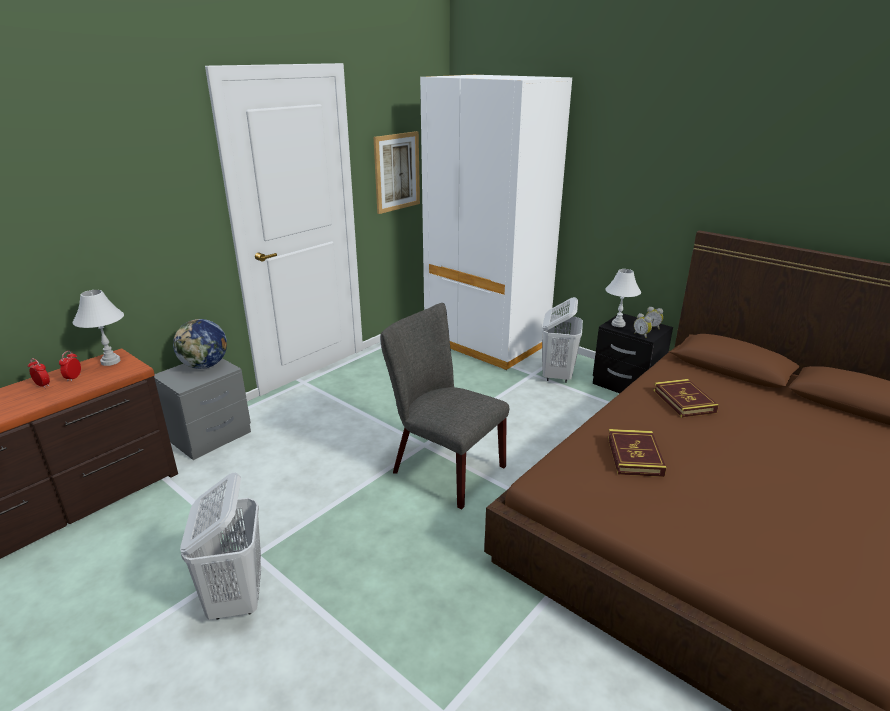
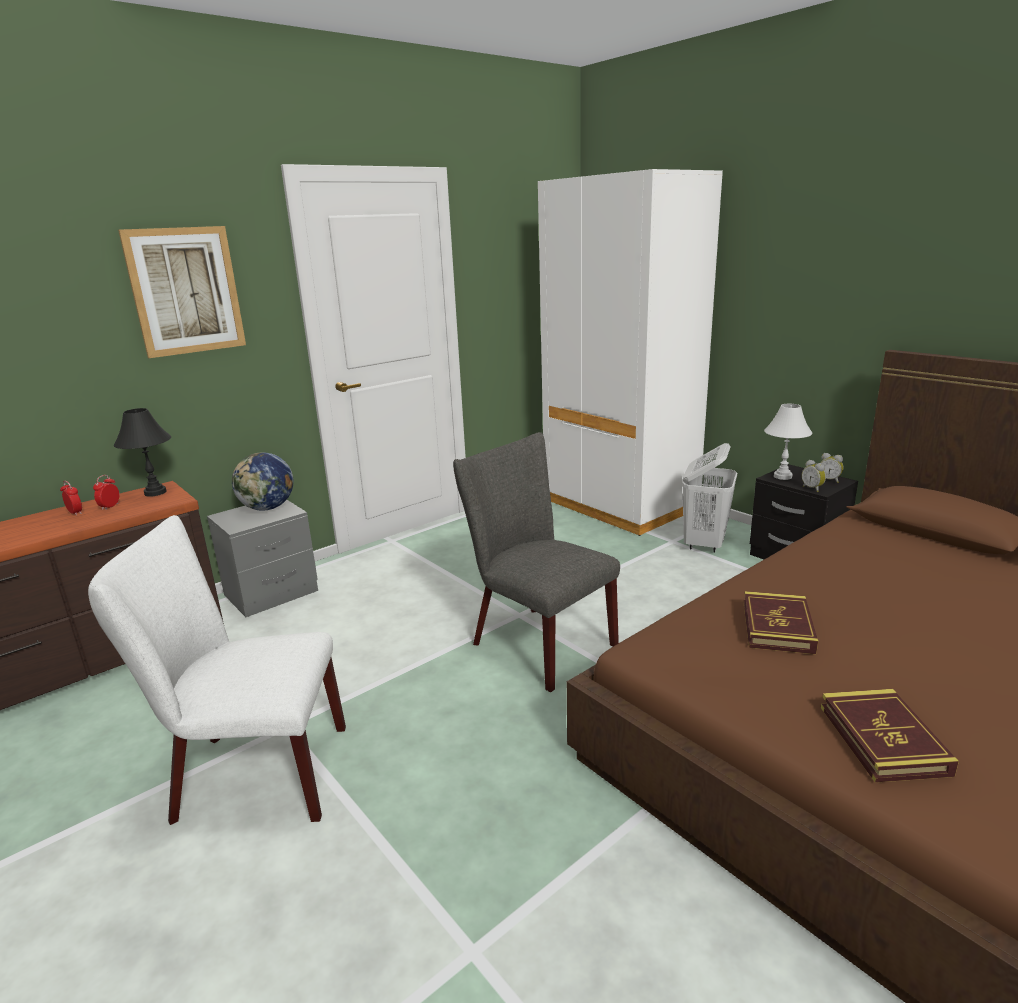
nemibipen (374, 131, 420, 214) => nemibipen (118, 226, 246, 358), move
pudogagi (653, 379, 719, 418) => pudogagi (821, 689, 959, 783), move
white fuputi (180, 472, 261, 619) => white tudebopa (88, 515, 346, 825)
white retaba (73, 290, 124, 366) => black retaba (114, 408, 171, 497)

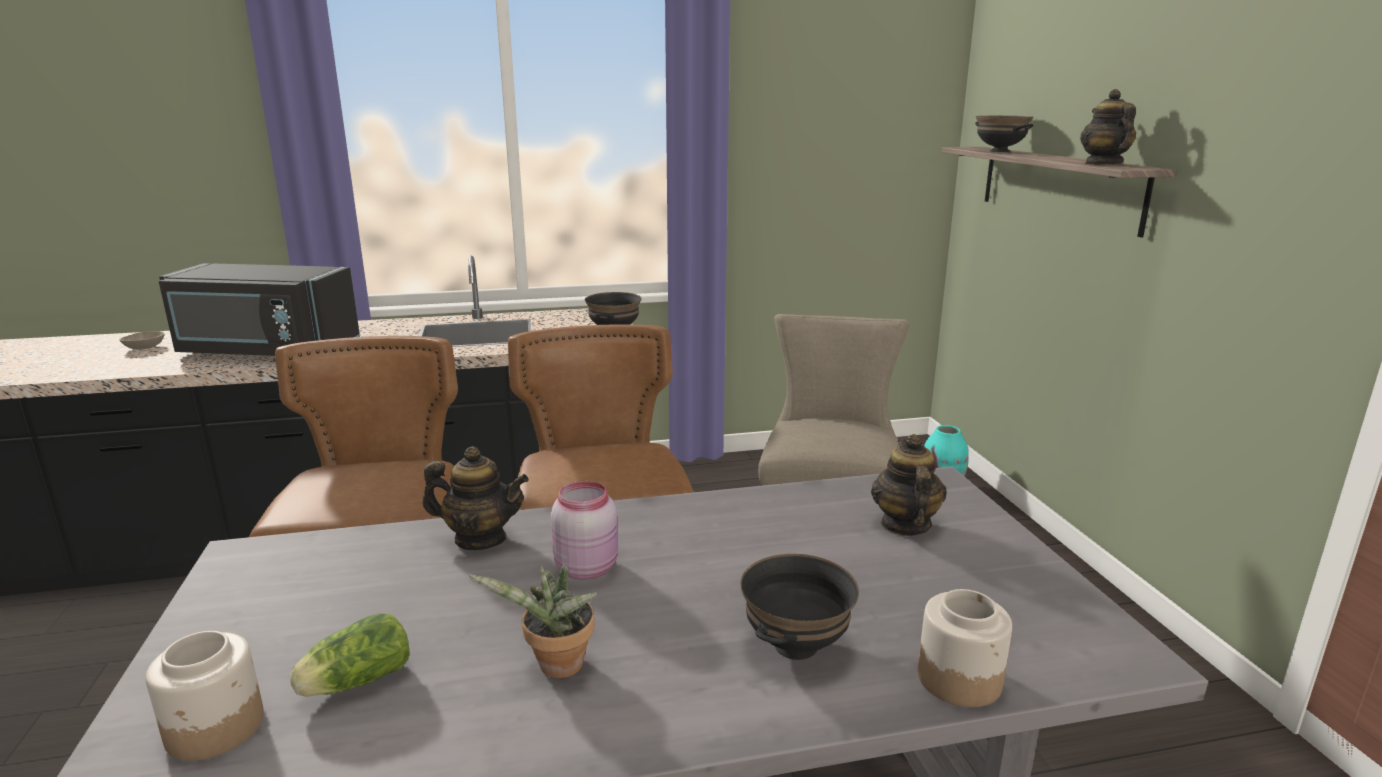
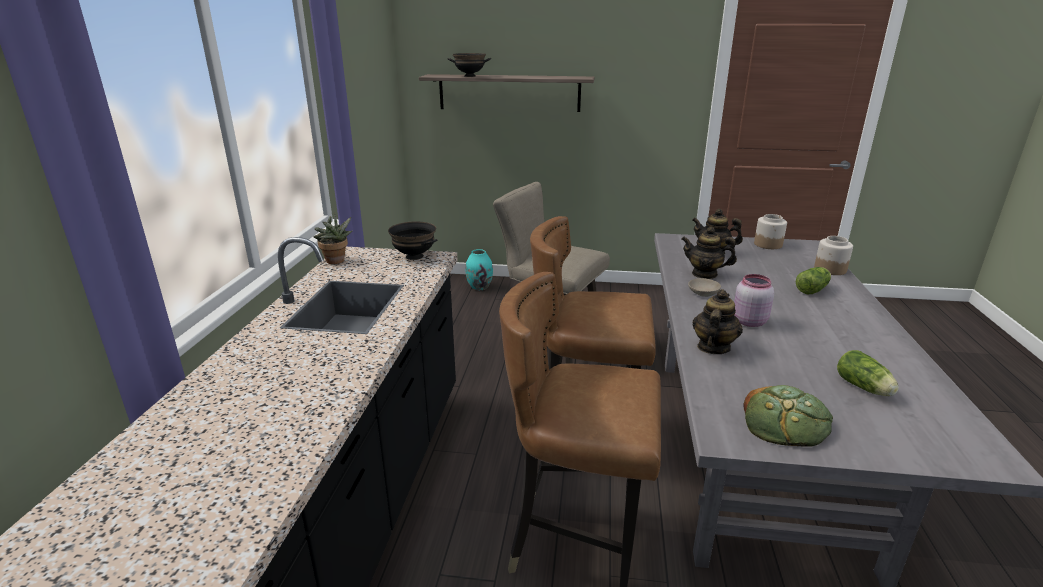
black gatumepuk (159, 263, 360, 356) => nothing
nothing => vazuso (743, 385, 833, 447)
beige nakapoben (119, 331, 164, 349) => beige nakapoben (688, 278, 721, 297), move
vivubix (145, 631, 264, 761) => vivubix (754, 214, 787, 249), move
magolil (469, 564, 598, 678) => magolil (314, 213, 352, 264), move
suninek (1080, 89, 1136, 165) => suninek (681, 227, 737, 279), move
black nakapoben (741, 554, 859, 660) => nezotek (796, 267, 831, 294)

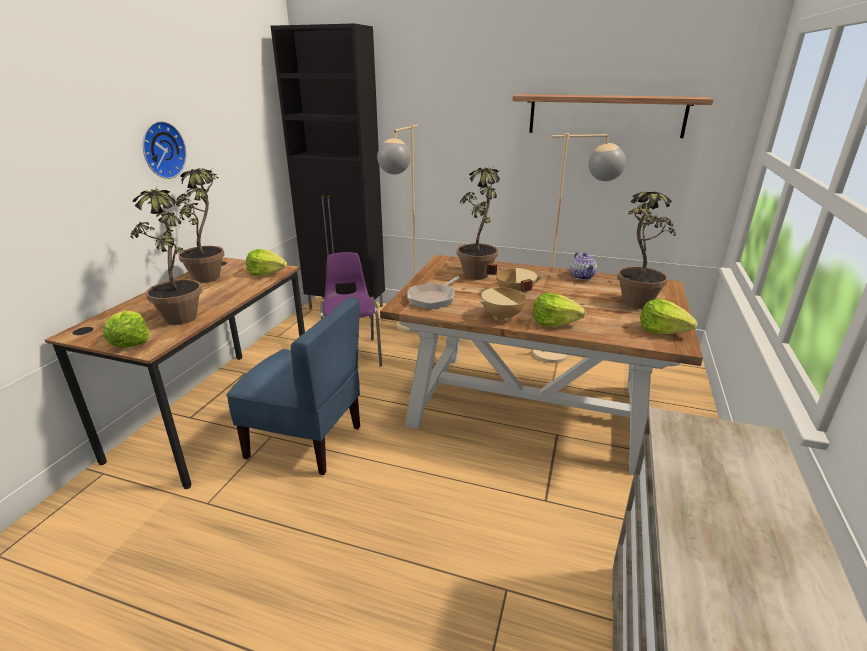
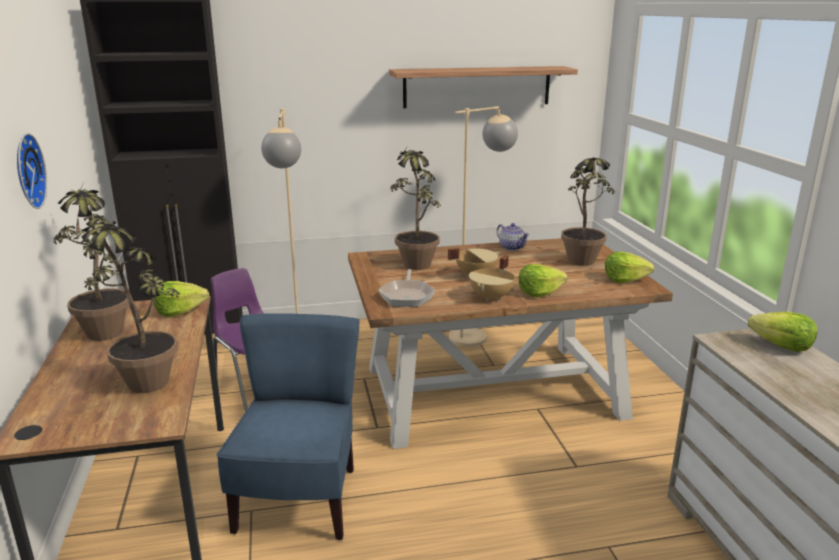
nezotek (103, 311, 149, 348) => nezotek (748, 312, 817, 352), move
blue tudebopa (226, 297, 360, 475) => blue tudebopa (217, 313, 359, 540), 75 degrees counterclockwise

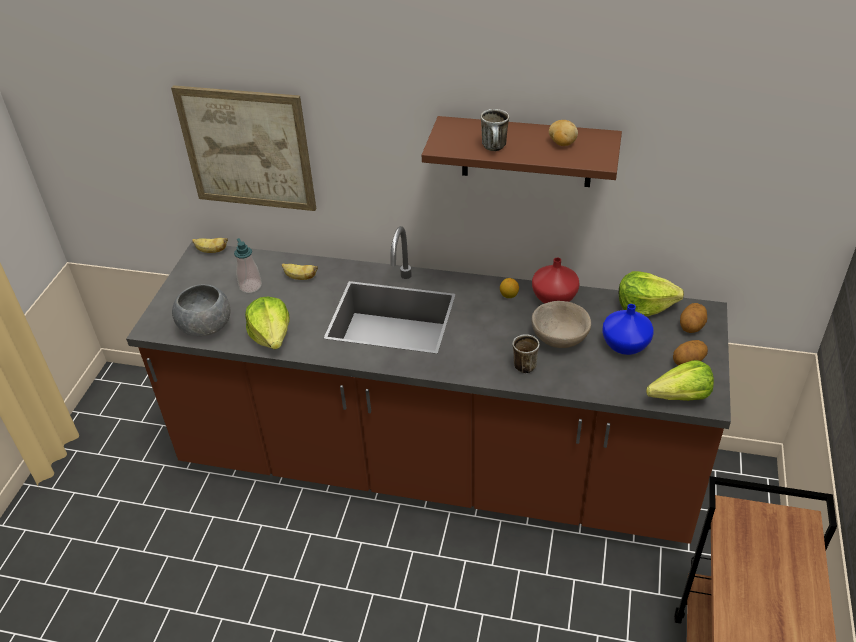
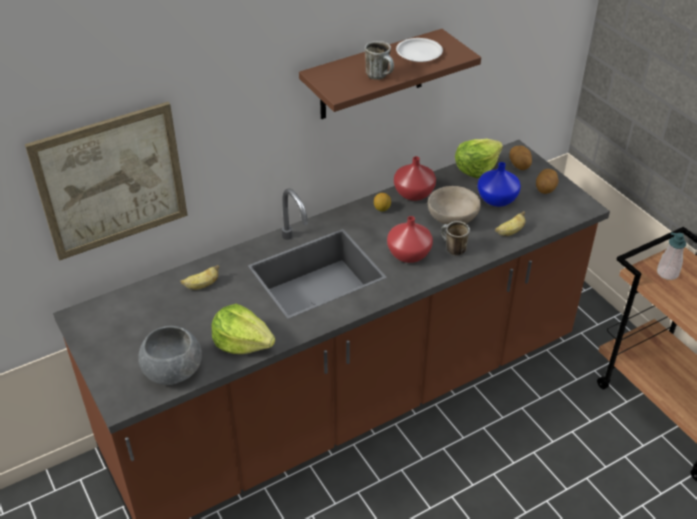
nezotek (646, 360, 714, 401) => nothing
nothing => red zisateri (387, 216, 433, 263)
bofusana (192, 238, 228, 253) => bofusana (495, 211, 526, 236), move
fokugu (234, 238, 262, 293) => fokugu (657, 232, 686, 280), move
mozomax (549, 120, 578, 146) => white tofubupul (396, 38, 443, 62)

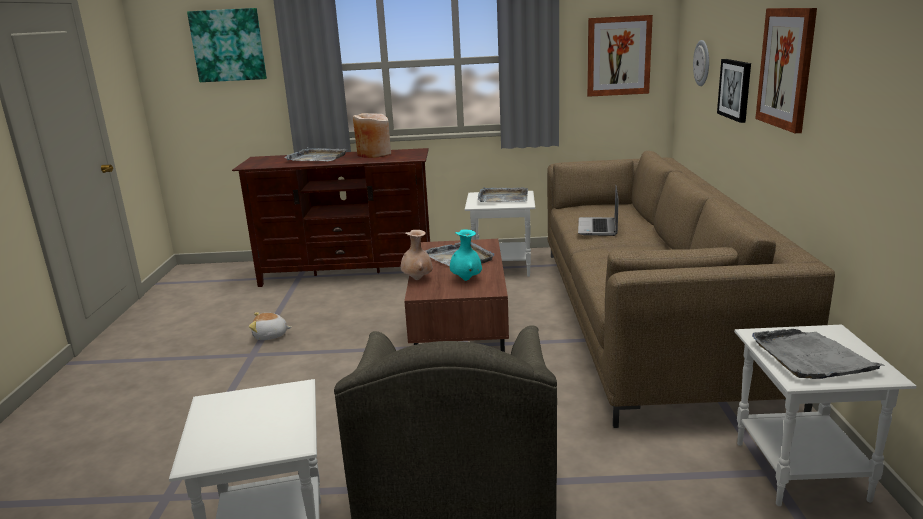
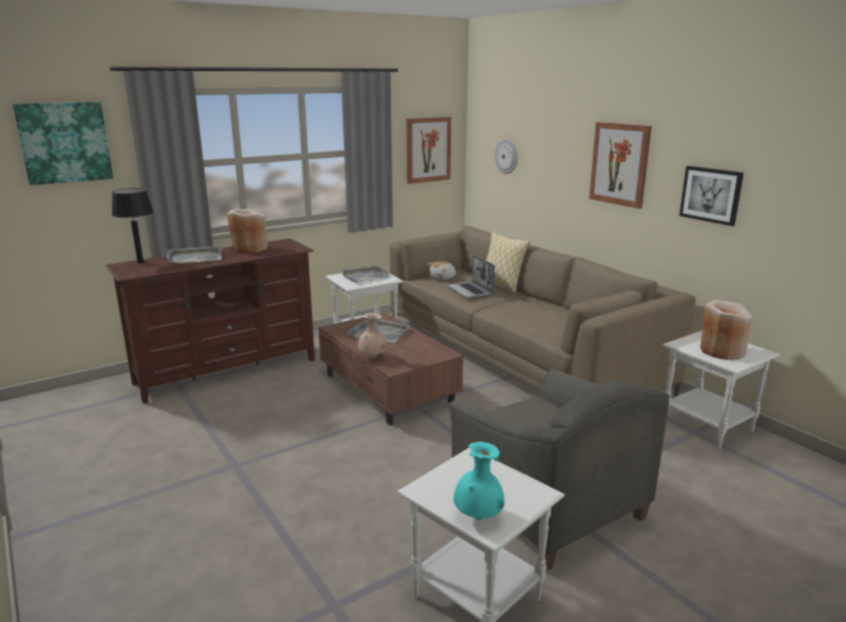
nothing => black retaba (112, 188, 153, 263)
nothing => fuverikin (486, 232, 530, 293)
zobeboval (249, 312, 292, 340) => zobeboval (427, 261, 456, 280), move
turquoise zisateri (450, 229, 482, 281) => turquoise zisateri (454, 442, 505, 520), move
nemibipen (717, 59, 751, 123) => nemibipen (679, 166, 744, 226), move
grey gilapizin (752, 329, 886, 379) => beige zisateri (700, 300, 752, 360)

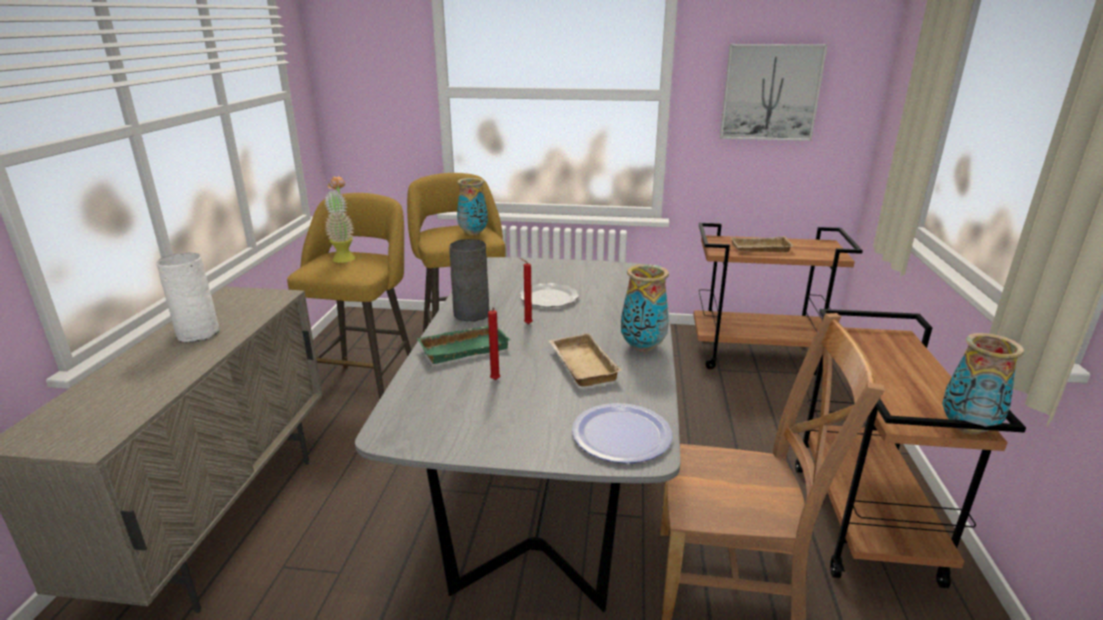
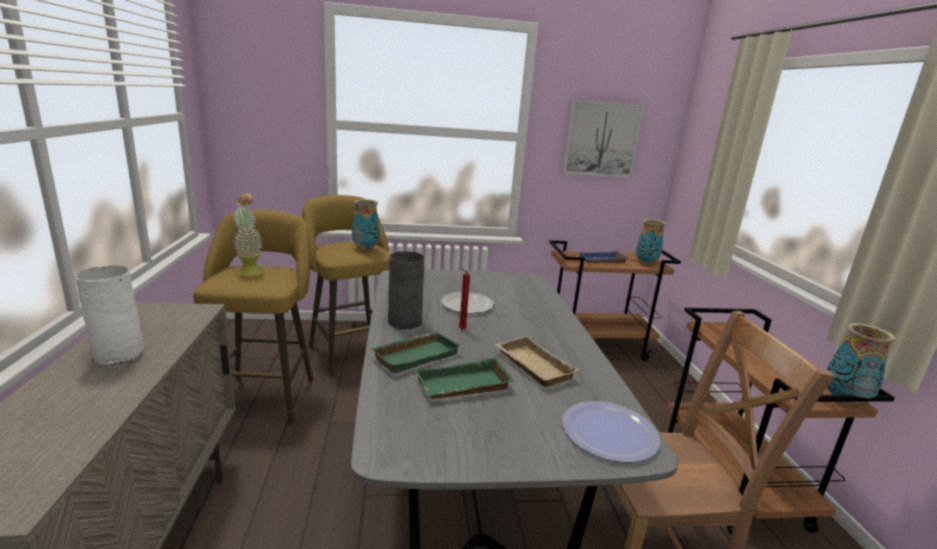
zisateri (621, 264, 669, 352) => zisateri (635, 219, 666, 265), move
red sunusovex (488, 307, 500, 380) => green gilapizin (416, 357, 514, 399)
beige gilapizin (731, 236, 793, 252) => blue gilapizin (579, 251, 629, 263)

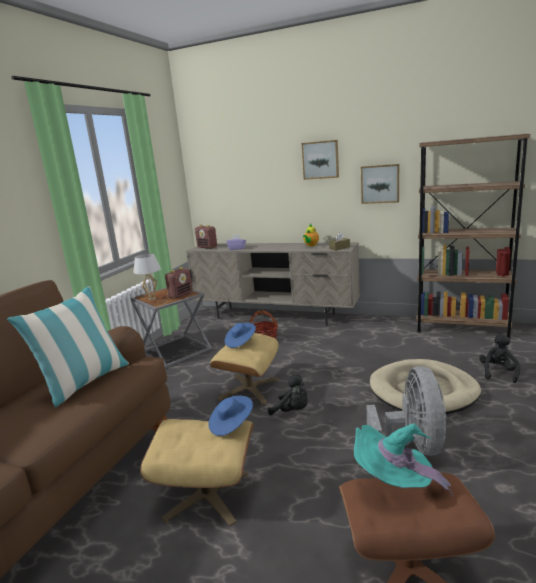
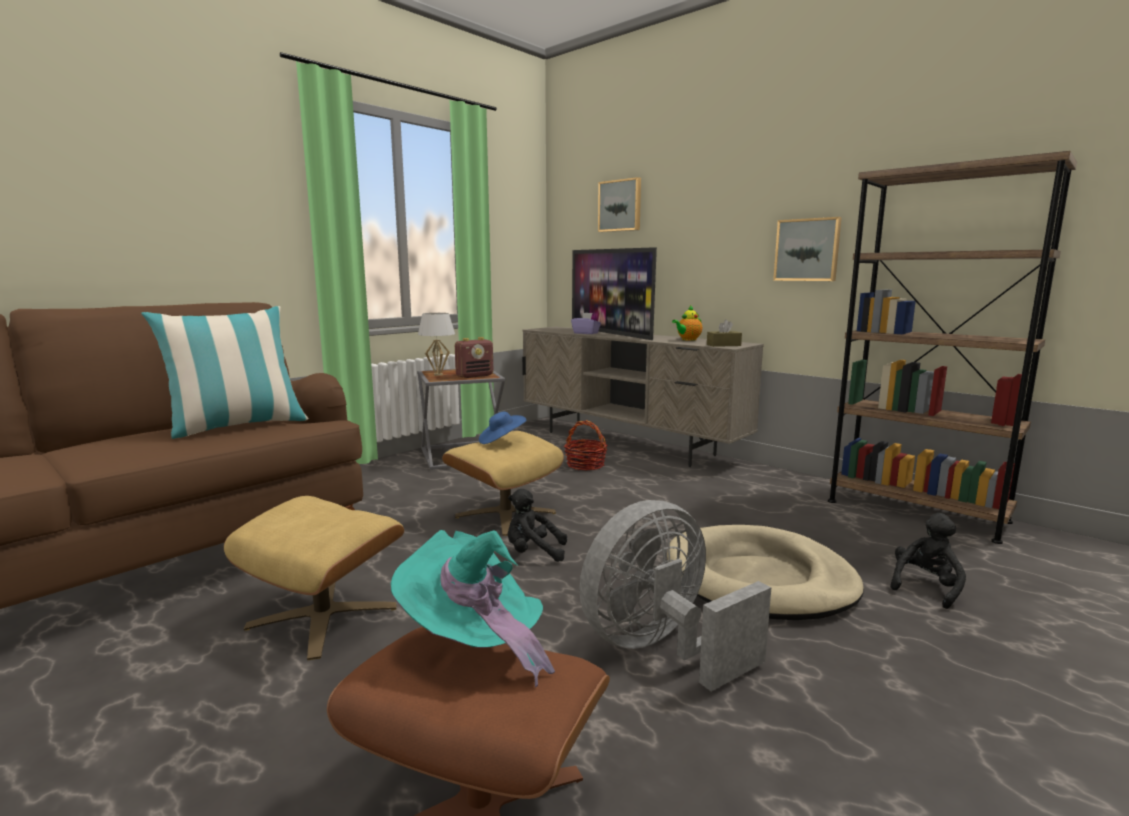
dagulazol (195, 225, 217, 249) => nothing
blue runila (208, 396, 253, 436) => nothing
nothing => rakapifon (572, 247, 657, 340)
nemibipen (302, 140, 339, 180) => nemibipen (598, 177, 641, 232), move
black zobeboval (268, 374, 308, 415) => black zobeboval (508, 489, 567, 562), 135 degrees clockwise
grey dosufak (367, 366, 447, 456) => grey dosufak (579, 500, 771, 691), 150 degrees counterclockwise

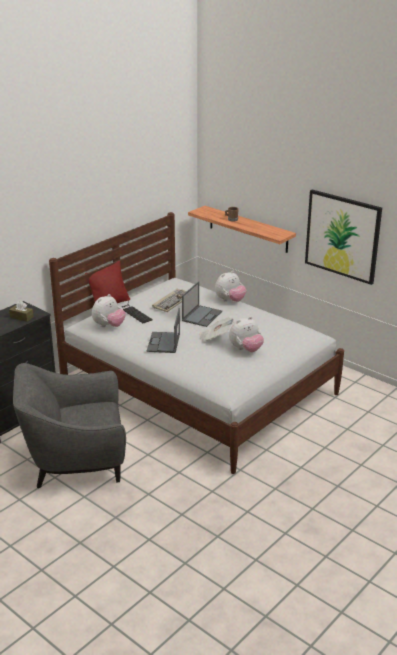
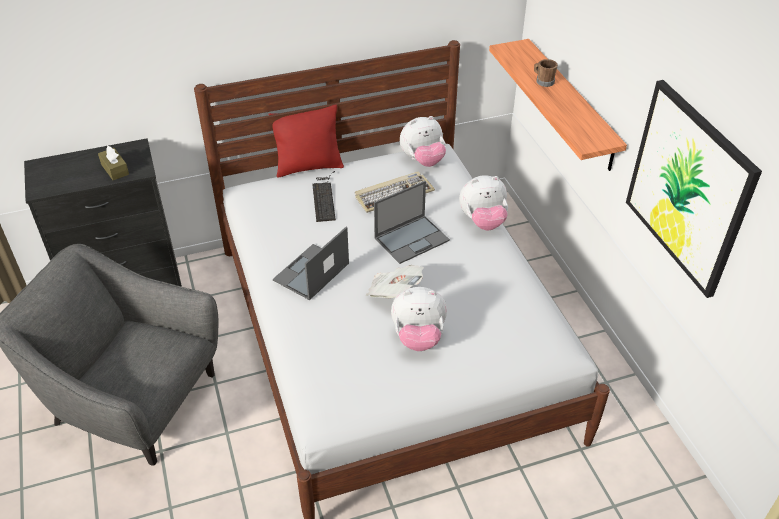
zobeboval (92, 294, 126, 327) => zobeboval (400, 116, 446, 167), move

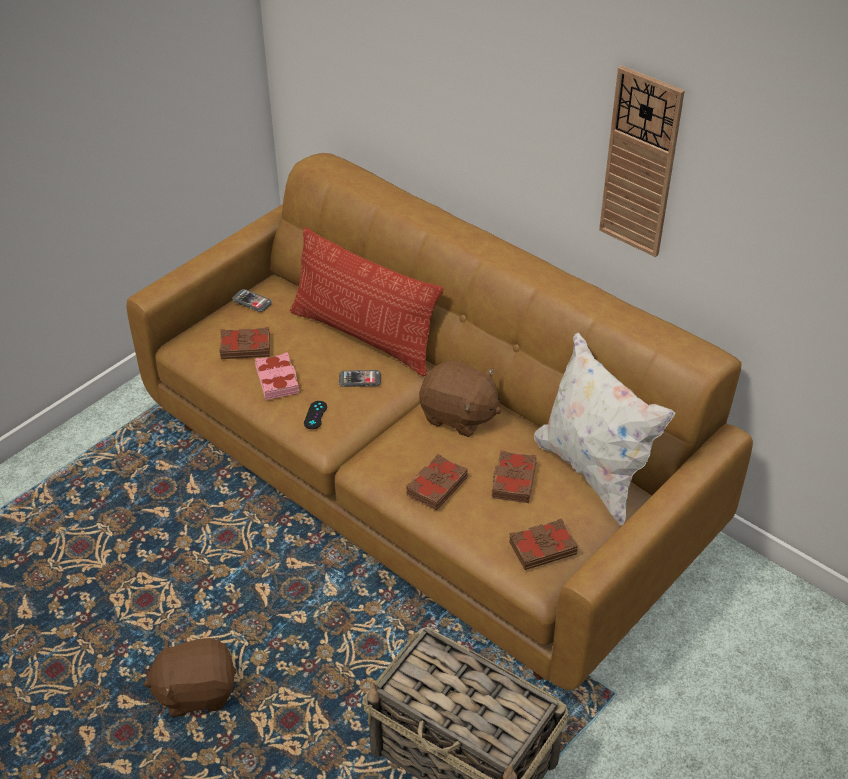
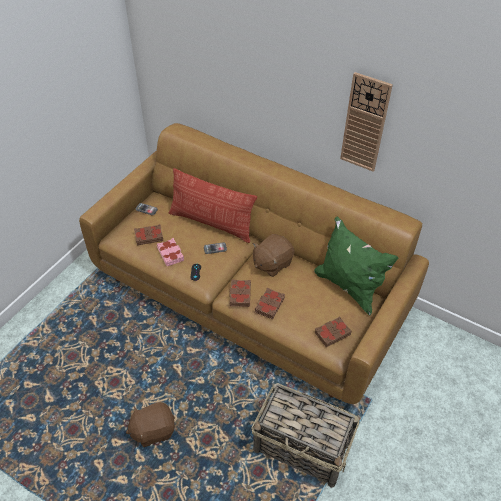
brown pudogagi (492, 450, 537, 503) => brown pudogagi (229, 280, 251, 307), move
white fuverikin (534, 332, 675, 526) => green fuverikin (314, 216, 399, 316)
brown zobeboval (419, 359, 501, 437) => brown zobeboval (253, 234, 295, 277), 120 degrees clockwise

